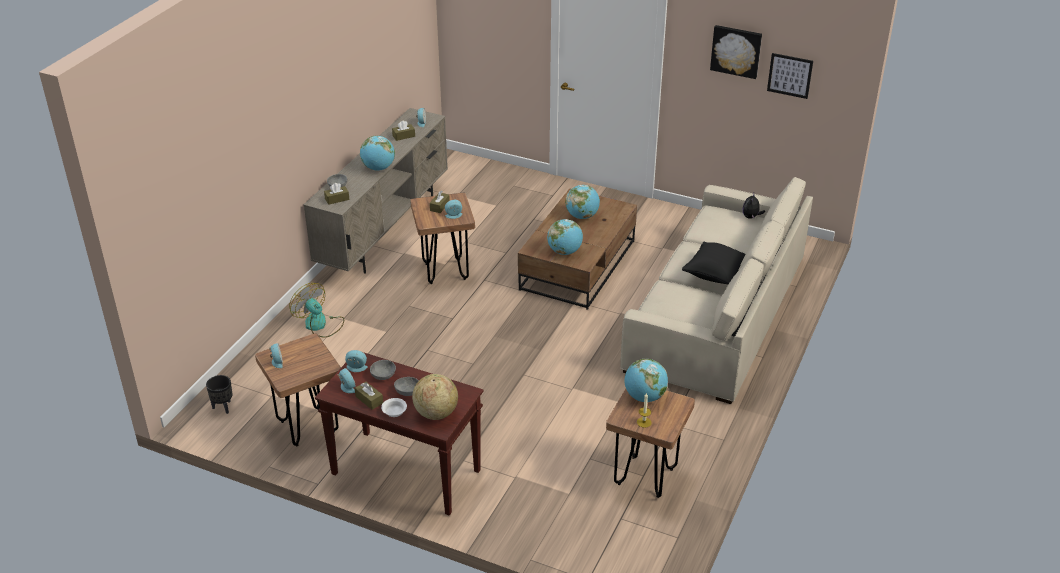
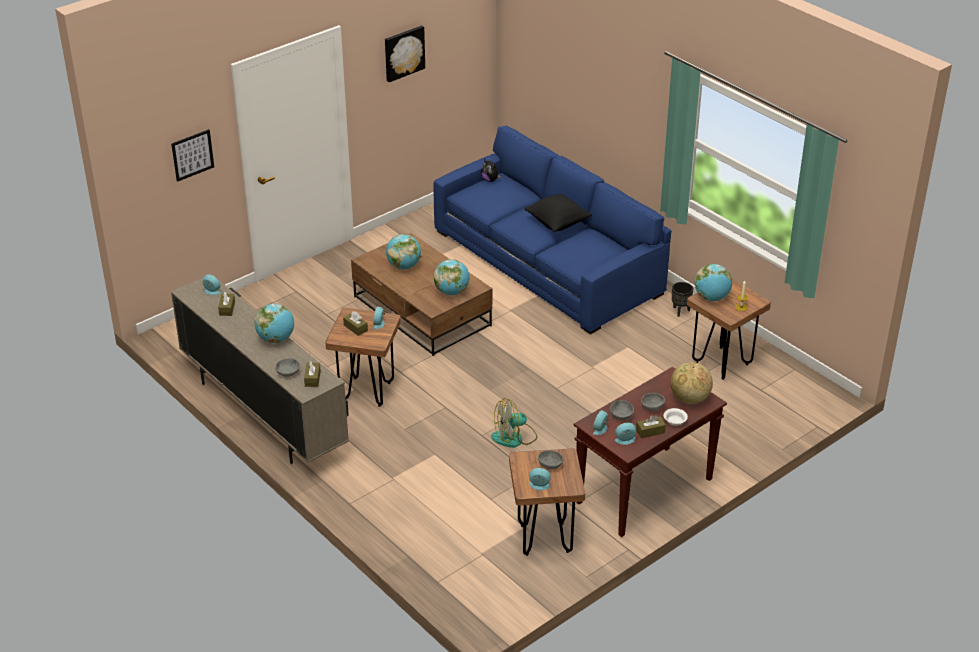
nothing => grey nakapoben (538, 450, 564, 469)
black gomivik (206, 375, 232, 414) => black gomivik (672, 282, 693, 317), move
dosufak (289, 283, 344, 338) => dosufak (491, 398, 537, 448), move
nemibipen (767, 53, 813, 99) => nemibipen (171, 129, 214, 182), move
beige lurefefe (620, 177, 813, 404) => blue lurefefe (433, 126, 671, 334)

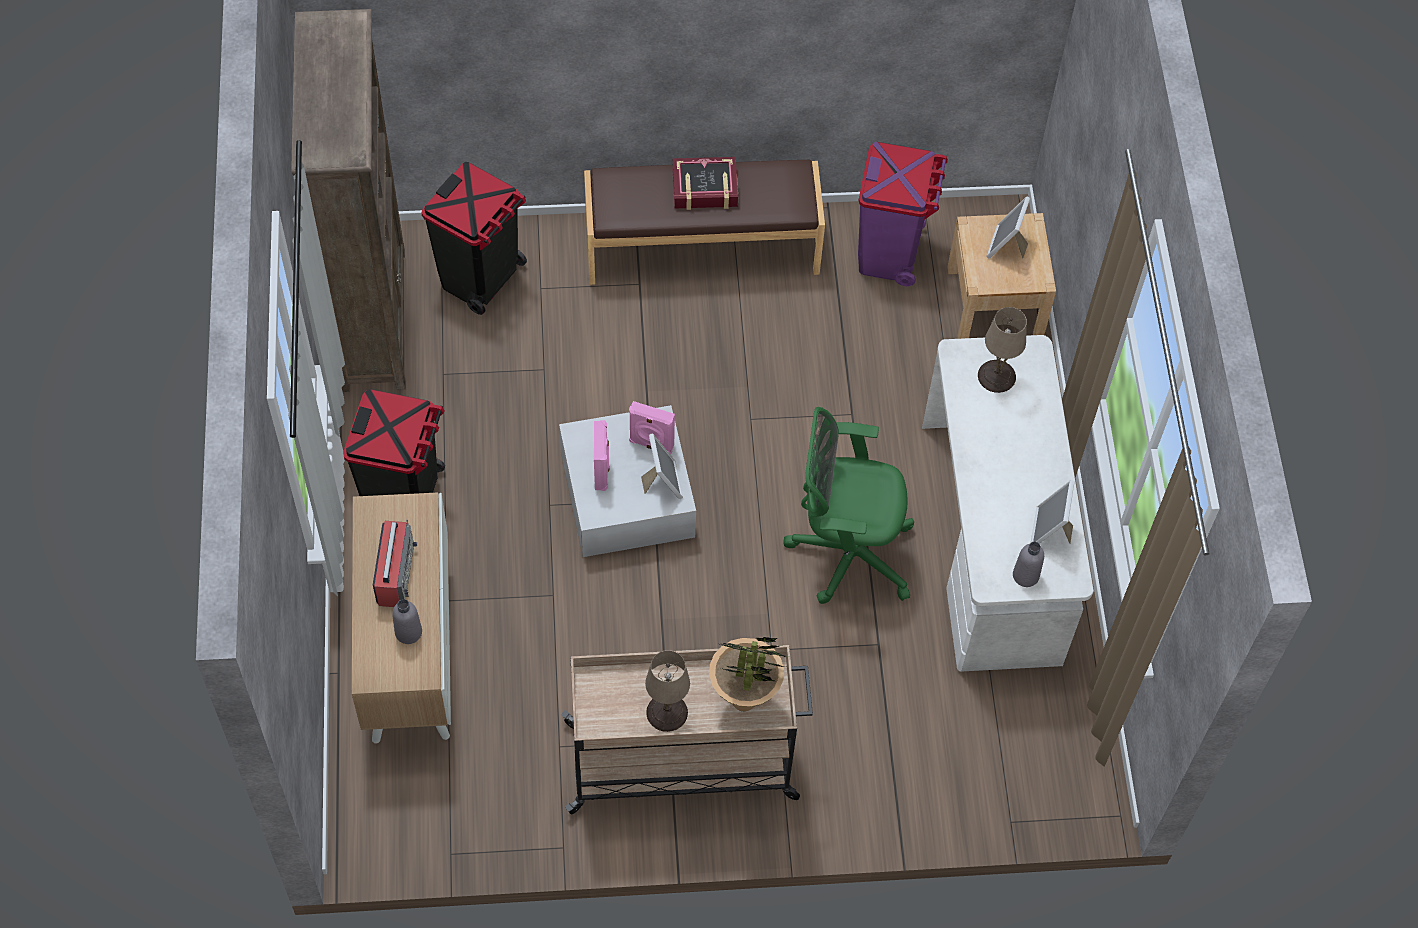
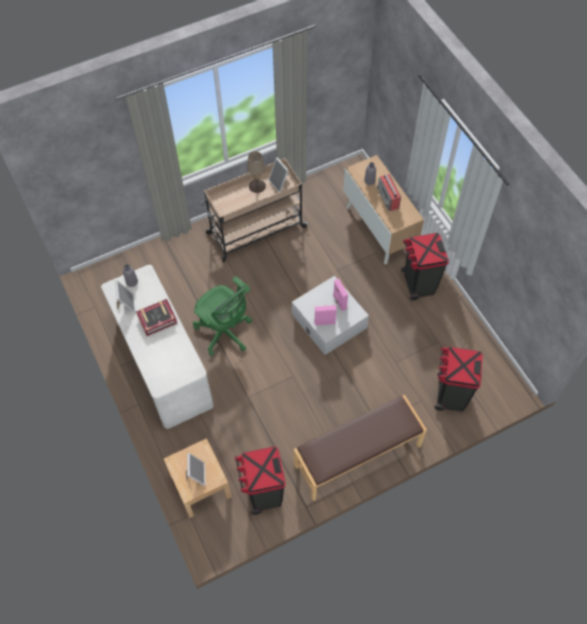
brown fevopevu (291, 9, 406, 392) => nothing
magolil (709, 637, 788, 711) => nothing
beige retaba (978, 307, 1027, 393) => nothing
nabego (641, 434, 683, 499) => nabego (268, 158, 290, 192), move
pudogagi (672, 157, 738, 210) => pudogagi (136, 299, 177, 336), move
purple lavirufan (858, 142, 948, 286) => black lavirufan (235, 446, 286, 515)
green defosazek (783, 407, 914, 604) => green defosazek (193, 276, 252, 356), 60 degrees clockwise

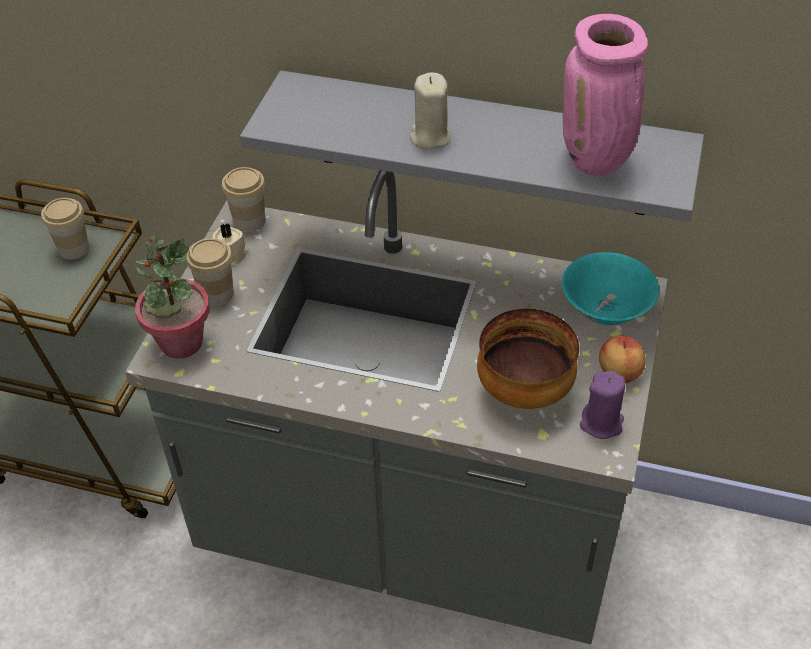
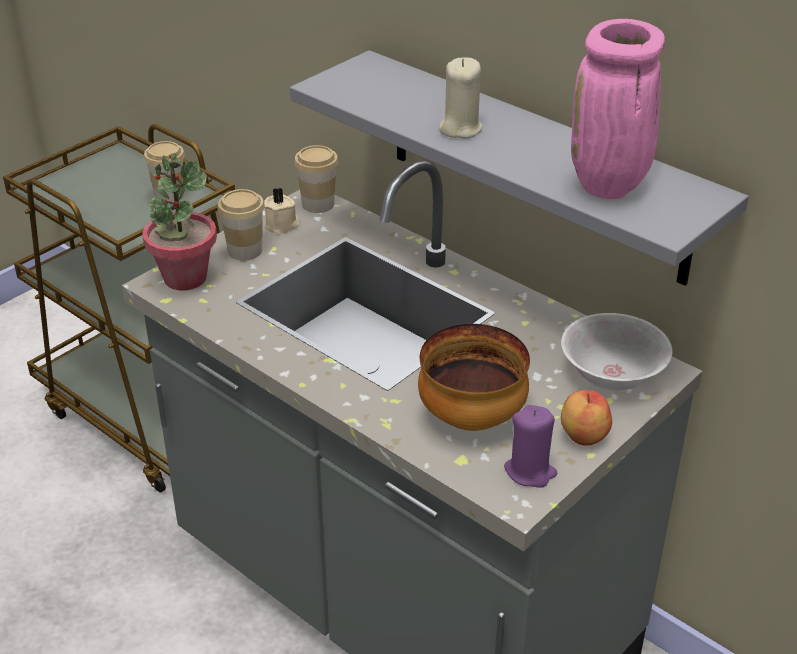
turquoise nakapoben (562, 252, 659, 325) => white nakapoben (561, 313, 672, 391)

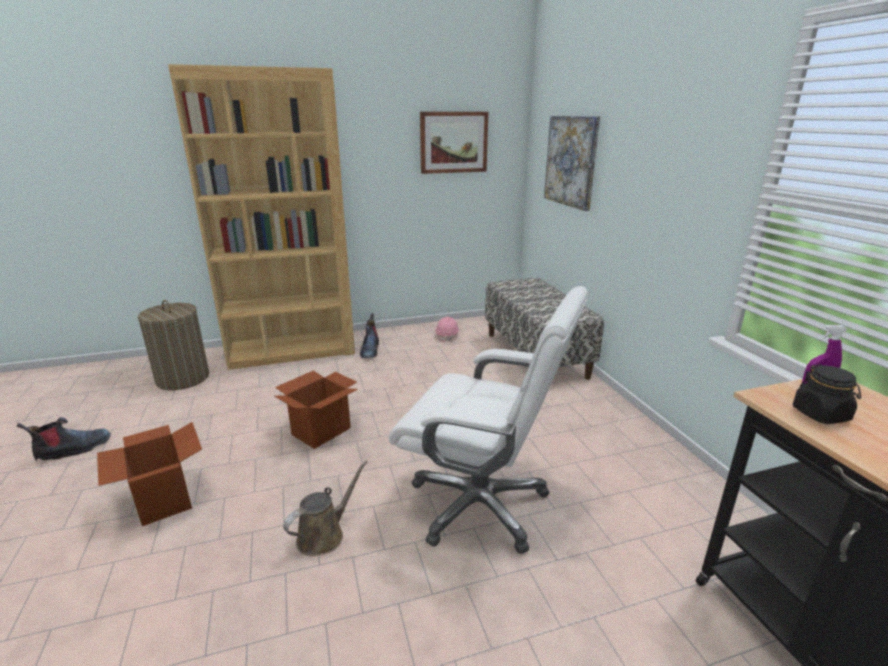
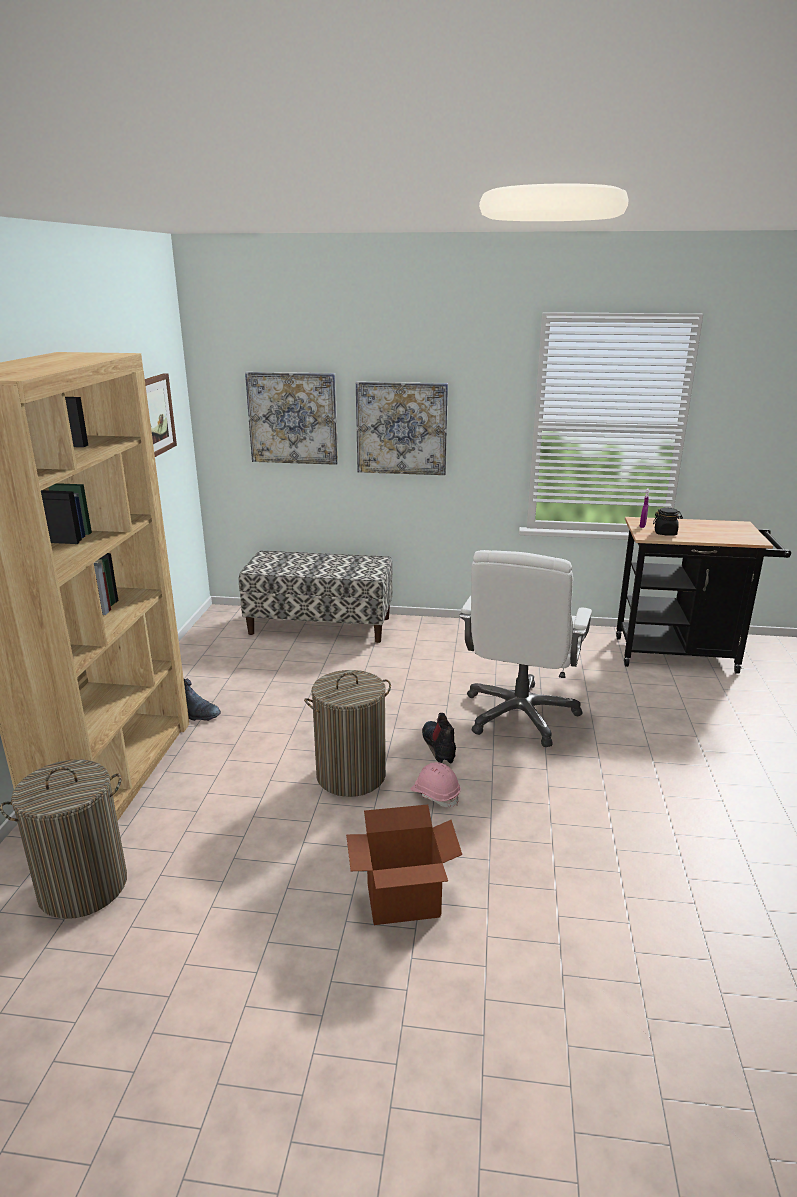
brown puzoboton (283, 460, 368, 556) => nothing
nothing => nemibipen (356, 381, 448, 475)
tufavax (17, 417, 111, 462) => tufavax (422, 713, 456, 764), move
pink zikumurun (435, 317, 460, 342) => pink zikumurun (411, 762, 461, 808), move
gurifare (274, 371, 358, 449) => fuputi (304, 670, 391, 797)
white defosazek (389, 286, 588, 554) => white defosazek (459, 550, 592, 747), 150 degrees clockwise

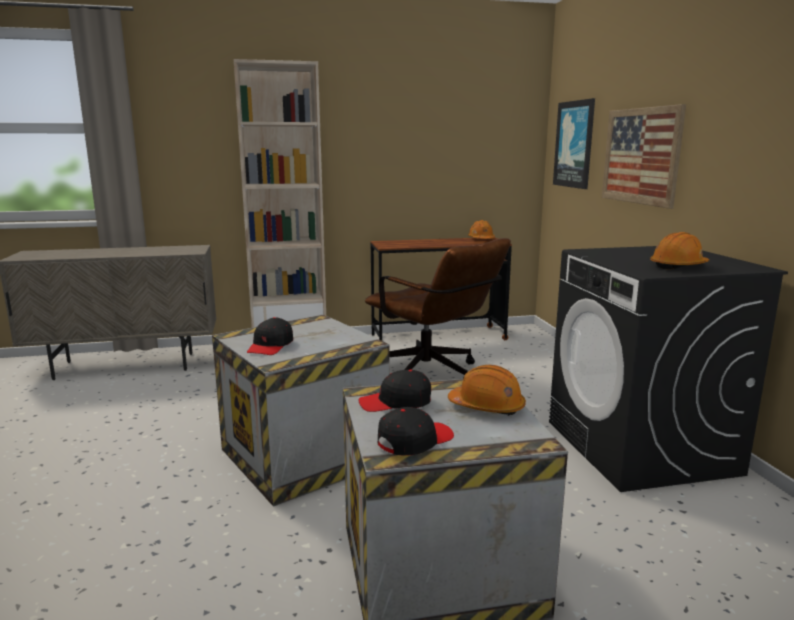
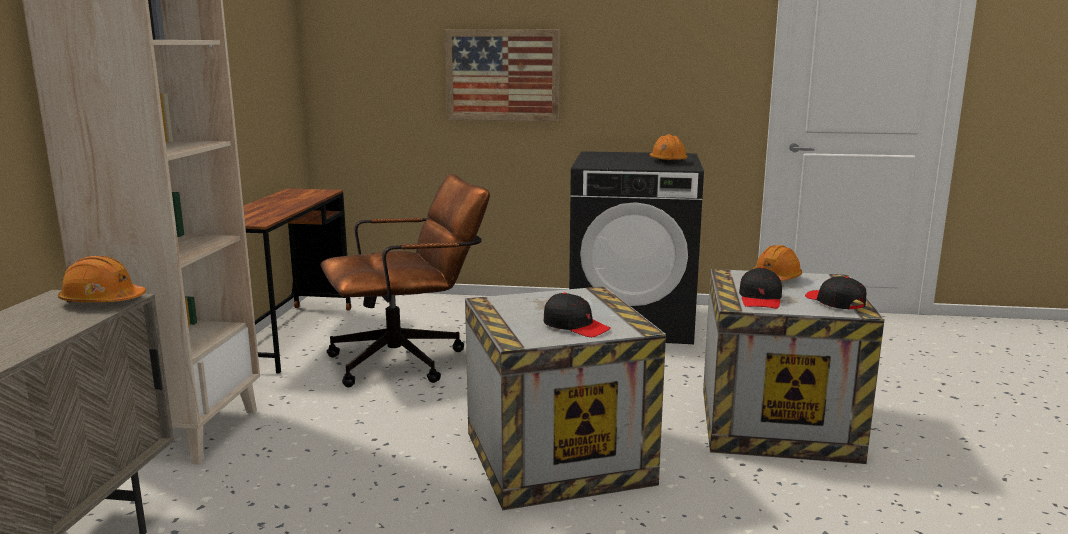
nemibipen (553, 98, 595, 189) => nothing
orange zikumurun (468, 220, 495, 239) => orange zikumurun (58, 256, 146, 302), move

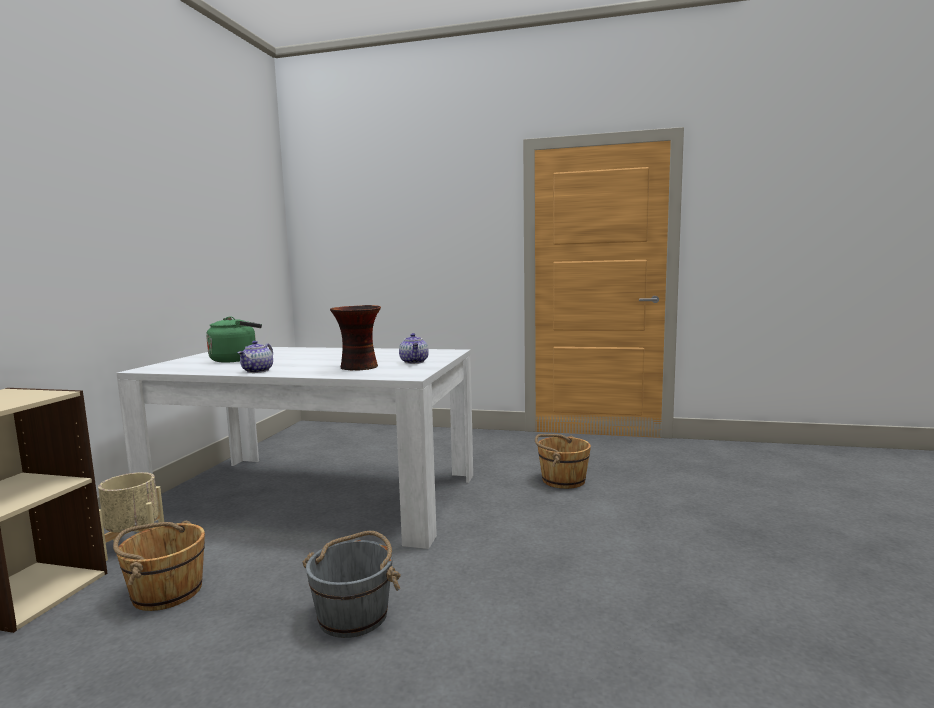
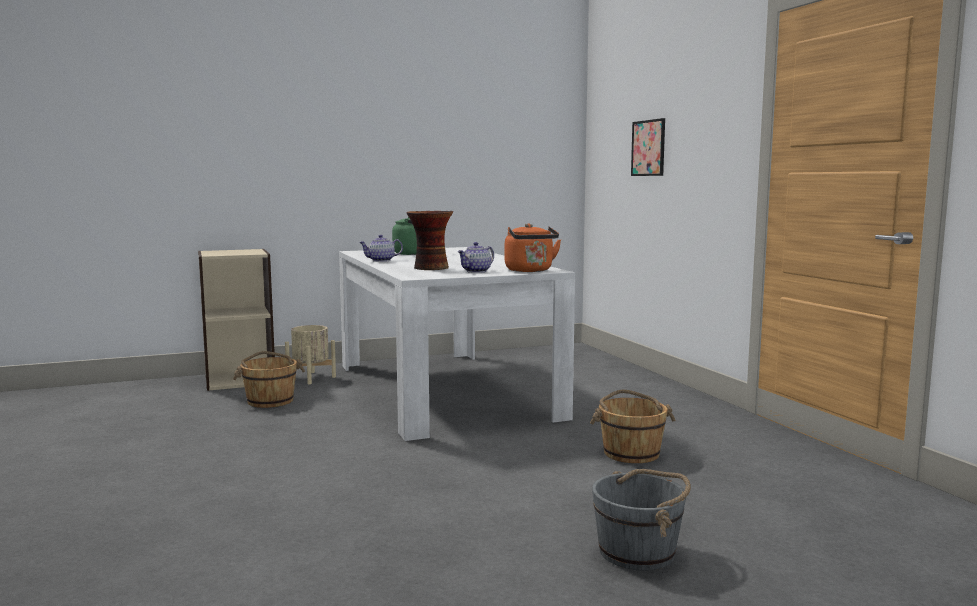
nothing => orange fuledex (505, 223, 561, 272)
nothing => nemibipen (631, 118, 665, 176)
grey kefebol (303, 531, 401, 638) => grey kefebol (592, 469, 691, 571), move

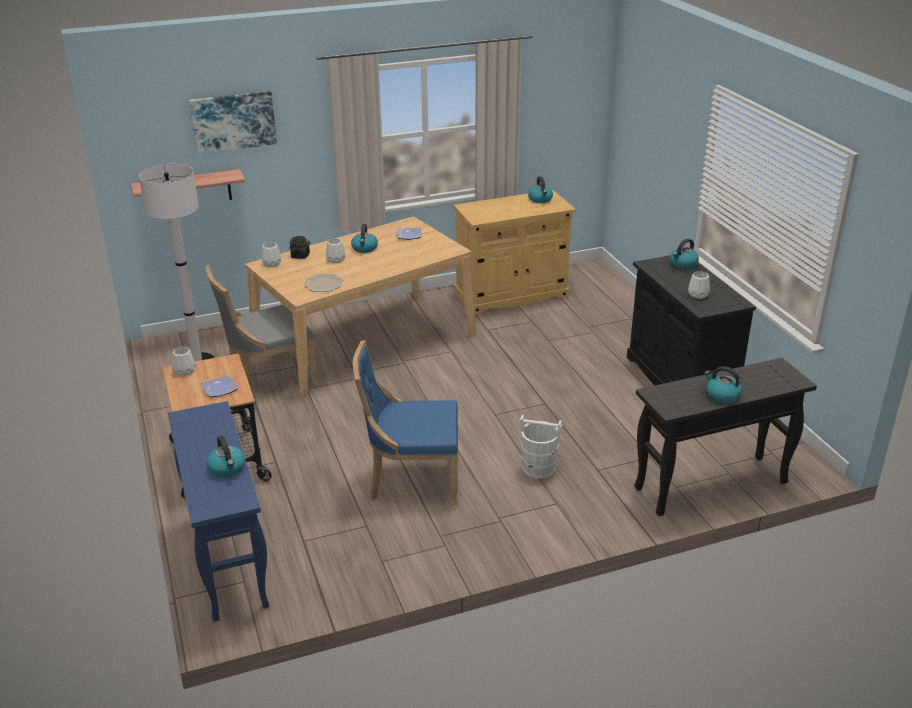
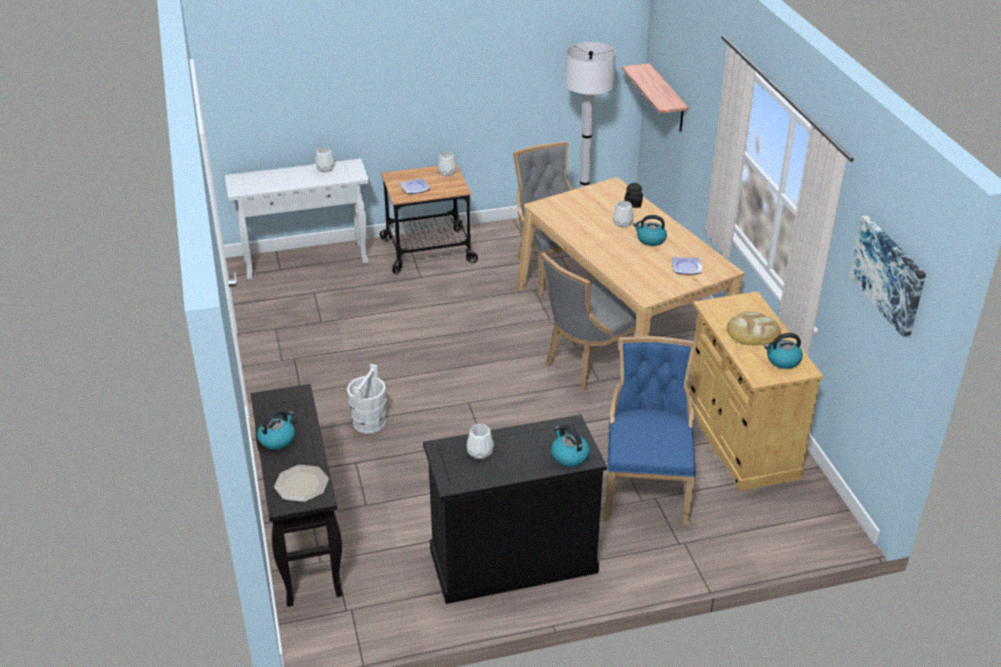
fuledex (206, 436, 245, 477) => nothing
nothing => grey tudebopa (541, 252, 637, 391)
nothing => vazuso (727, 311, 781, 345)
nemibipen (189, 91, 277, 154) => nemibipen (849, 215, 926, 338), move
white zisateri (261, 242, 281, 267) => white zisateri (315, 147, 334, 172), move
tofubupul (304, 274, 343, 292) => tofubupul (274, 465, 329, 502), move
blue tudebopa (353, 340, 458, 506) => blue tudebopa (603, 336, 696, 526), move
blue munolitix (168, 401, 269, 621) => white munolitix (225, 158, 369, 280)

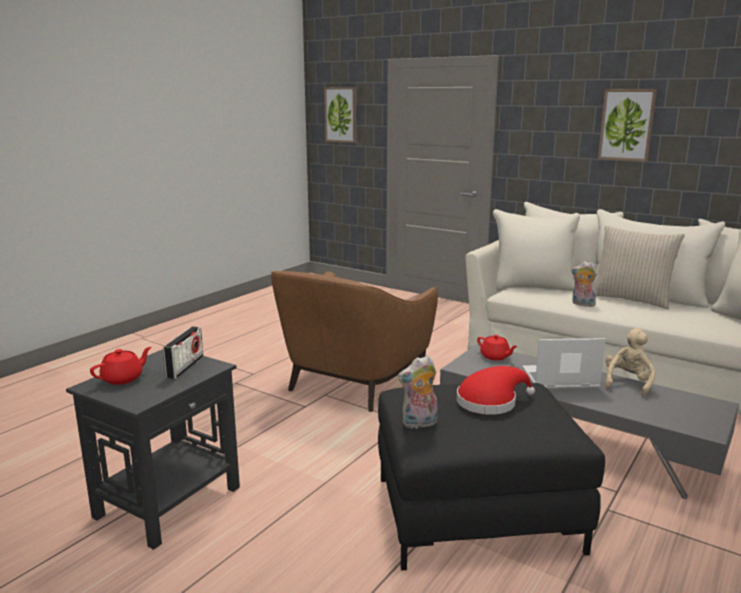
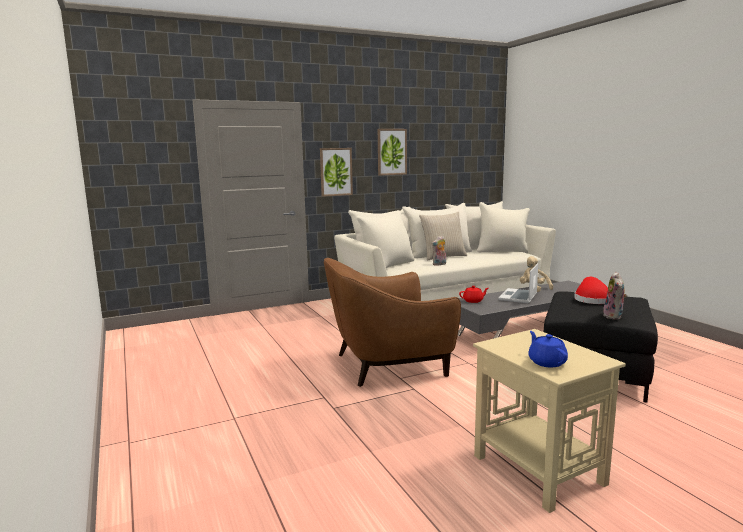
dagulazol (163, 326, 203, 379) => nothing
nemibipen (324, 87, 357, 143) => nemibipen (320, 148, 353, 197), move
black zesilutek (66, 349, 240, 550) => beige zesilutek (473, 329, 626, 513)
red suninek (90, 347, 151, 385) => blue suninek (528, 331, 568, 367)
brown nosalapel (271, 271, 438, 412) => brown nosalapel (324, 258, 461, 387), 105 degrees clockwise

